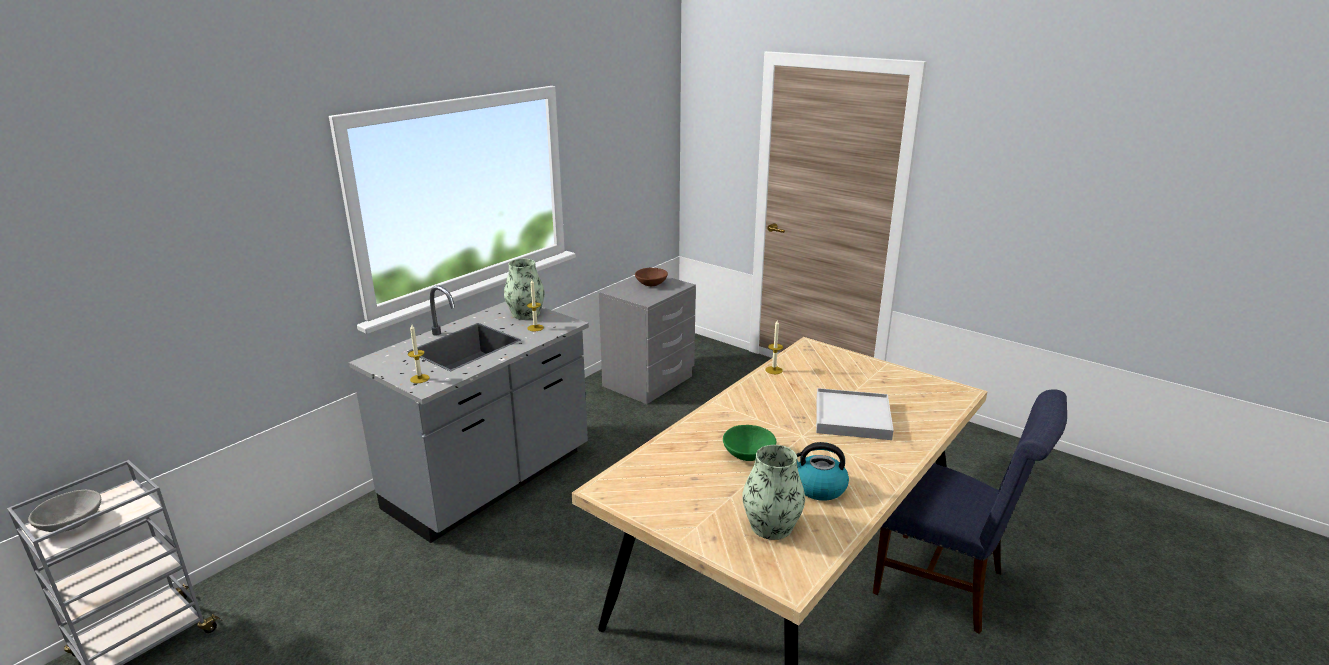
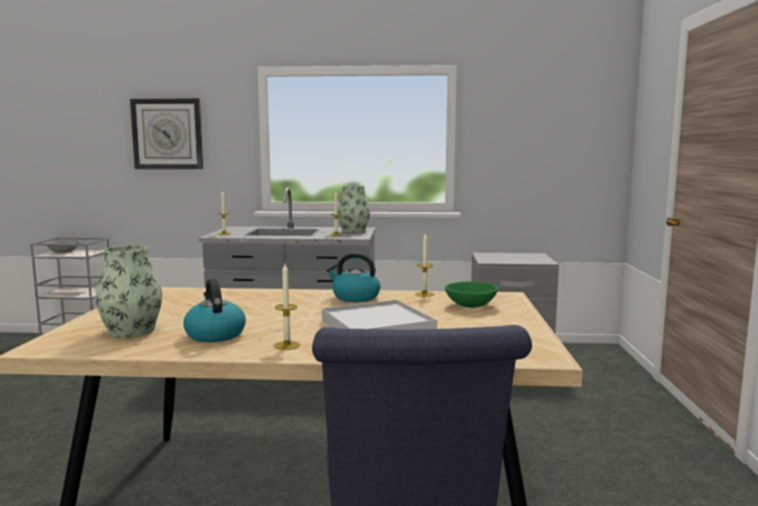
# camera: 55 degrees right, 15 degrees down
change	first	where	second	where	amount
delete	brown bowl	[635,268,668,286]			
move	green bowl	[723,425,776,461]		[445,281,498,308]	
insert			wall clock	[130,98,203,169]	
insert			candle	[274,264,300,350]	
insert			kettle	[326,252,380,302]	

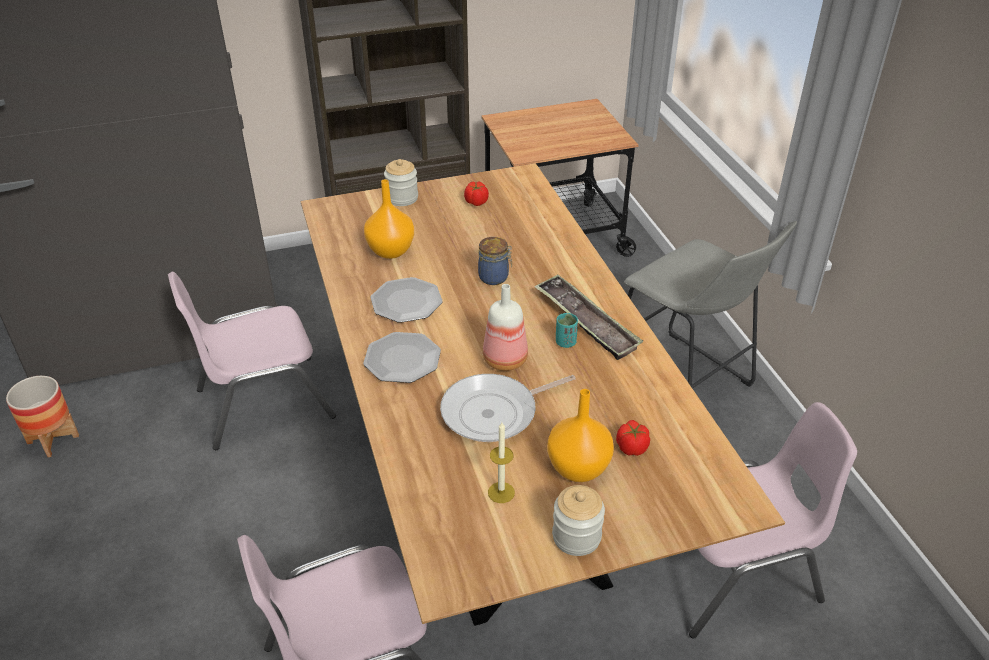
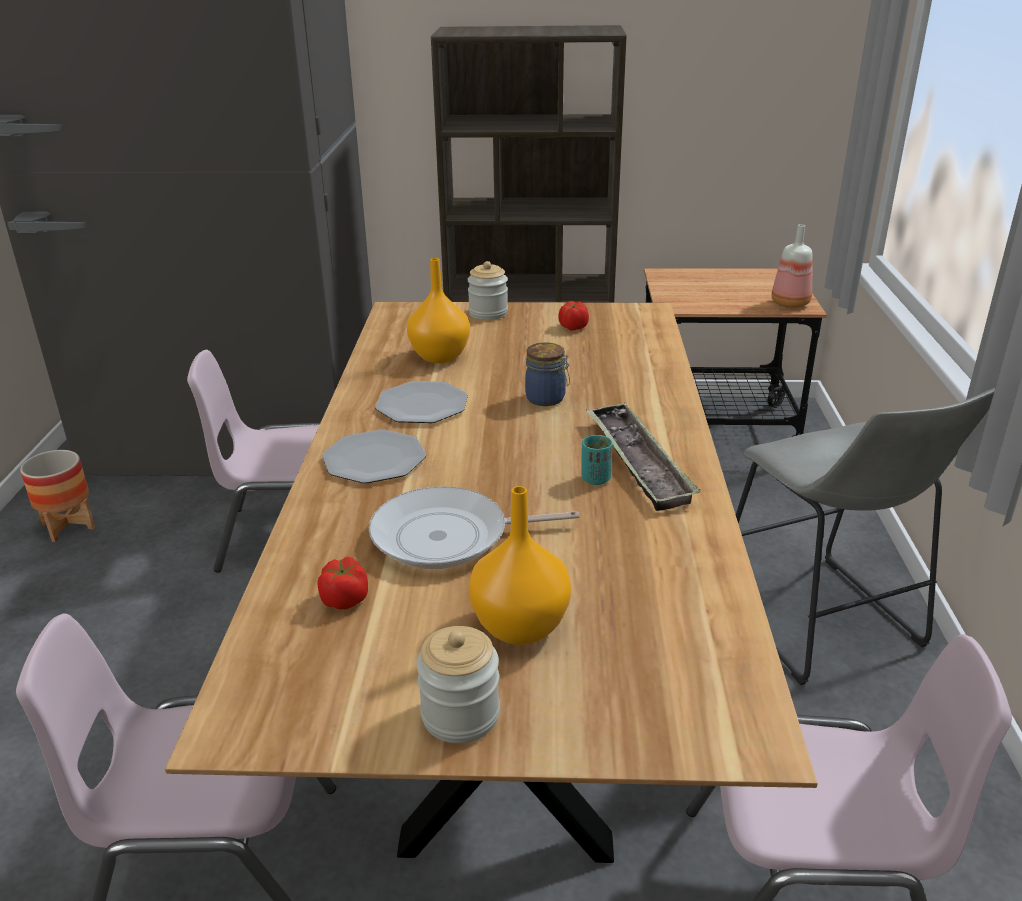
# camera: 20 degrees right, 10 degrees down
change	first	where	second	where	amount
move	bottle	[483,284,528,371]		[771,224,812,308]	
delete	candle	[488,422,515,503]			
move	tomato	[616,420,650,456]		[317,557,368,609]	

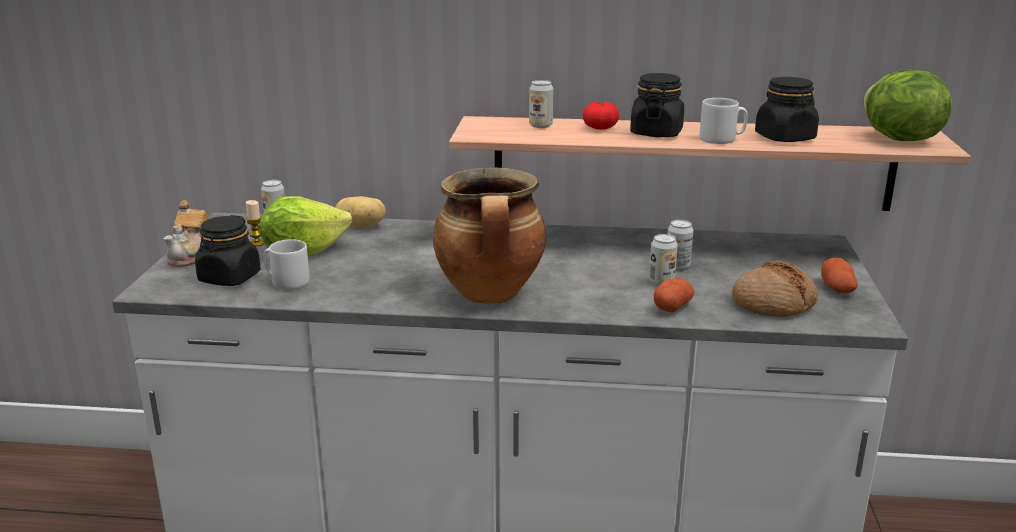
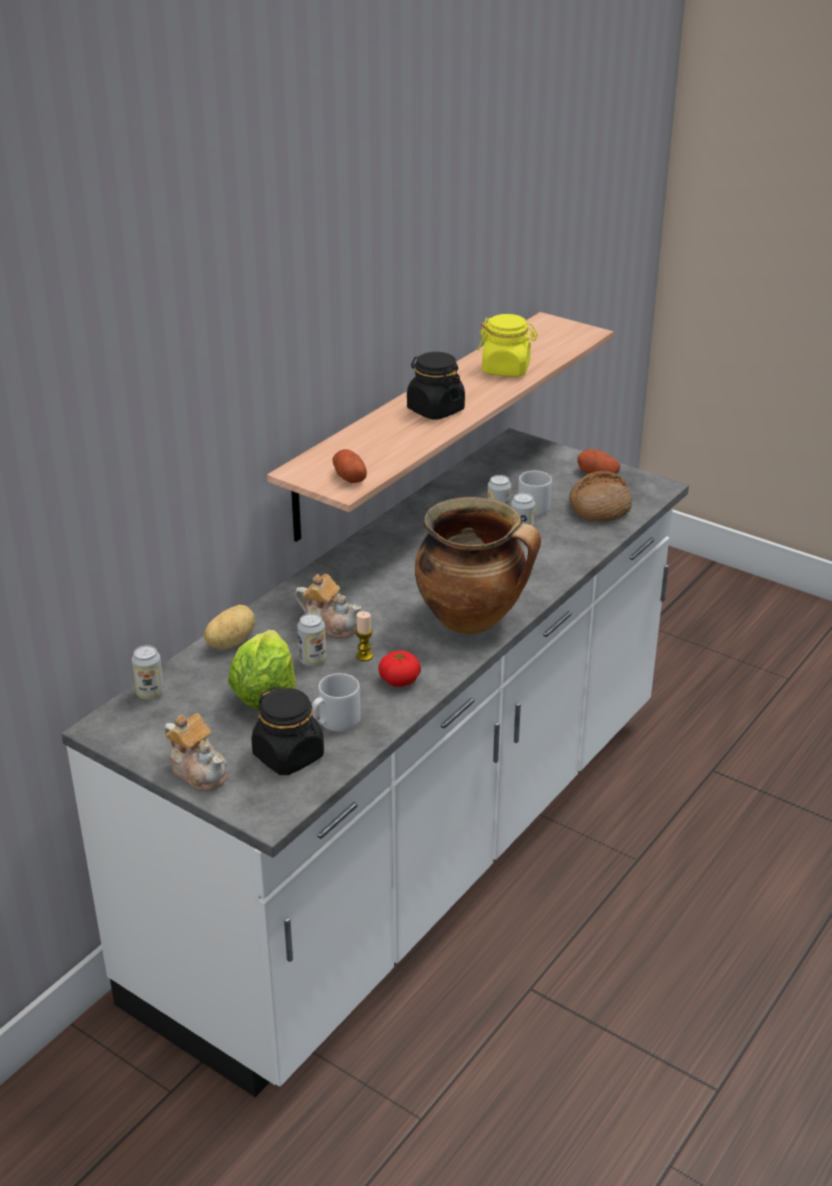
# camera: 60 degrees left, 10 degrees up
change	first	where	second	where	amount
move	candle	[246,200,264,247]		[355,611,373,661]	
move	can	[529,80,553,128]		[297,613,326,666]	
move	tomato	[583,101,619,130]		[378,650,421,687]	
move	potato	[654,278,694,312]		[333,449,367,483]	
move	grey mug	[699,98,748,144]		[518,471,552,517]	
recolor	black jar	[755,77,819,142]	yellow jar	[478,314,538,377]	
delete	lettuce	[864,70,952,141]			
insert			teapot	[295,574,361,638]	

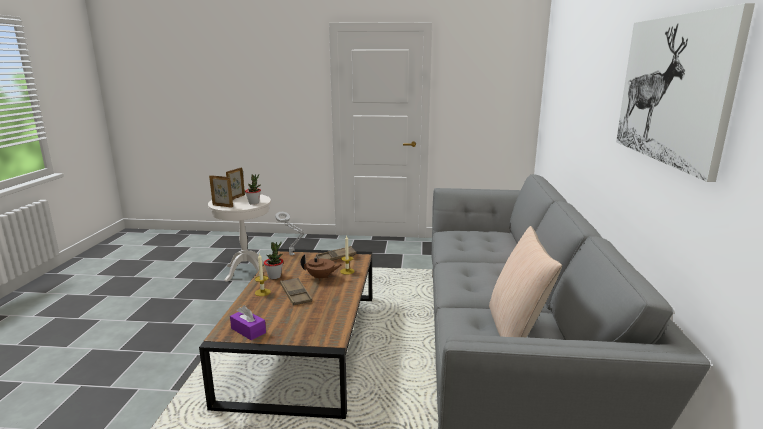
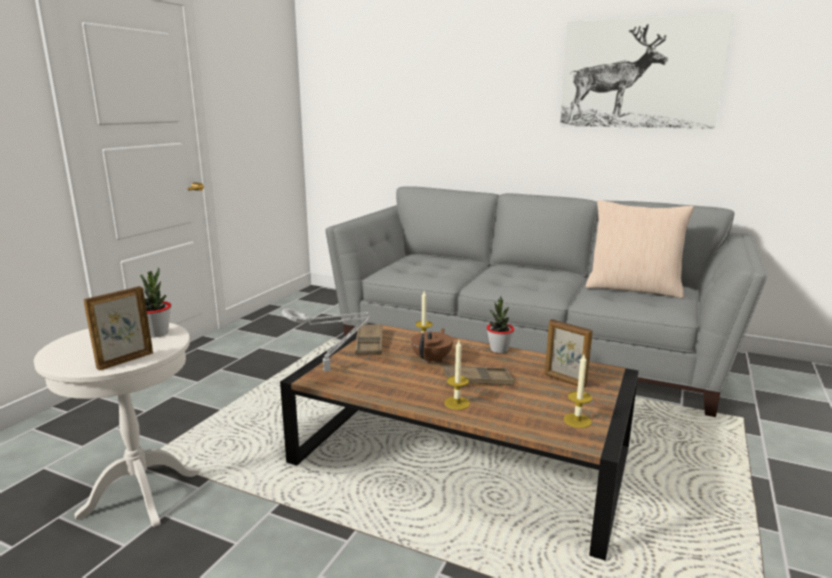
# camera: 70 degrees left, 0 degrees up
change	first	where	second	where	amount
move	picture frame	[226,168,245,200]		[545,319,593,388]	
replace	purple tissue box	[230,305,266,340]	candle	[563,355,592,428]	
move	potted plant	[264,242,283,279]		[487,296,514,353]	

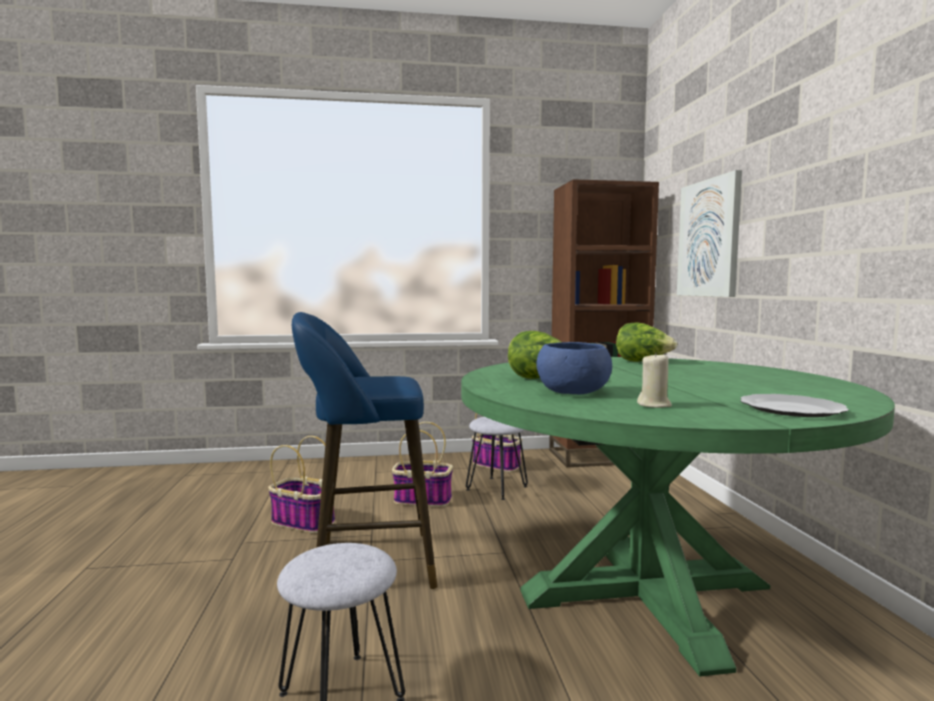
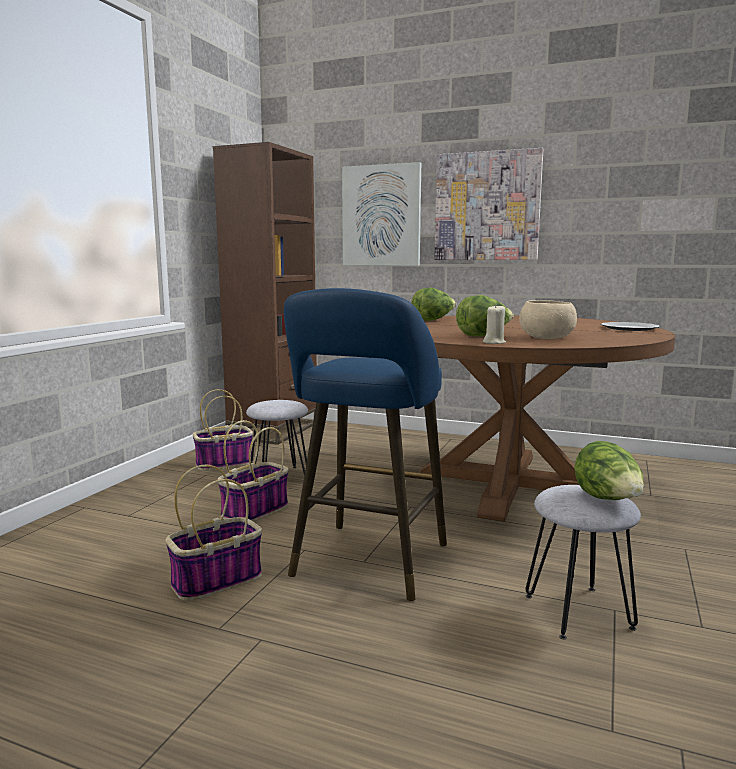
# camera: 60 degrees left, 5 degrees up
change	first	where	second	where	amount
recolor	green dining table	[461,357,895,677]	brown dining table	[419,315,676,522]	
recolor	blue bowl	[536,342,612,394]	beige bowl	[519,300,577,339]	
move	beige candle	[637,352,672,408]		[483,304,506,344]	
insert			picture	[434,148,543,260]	
insert			lettuce	[574,441,644,500]	

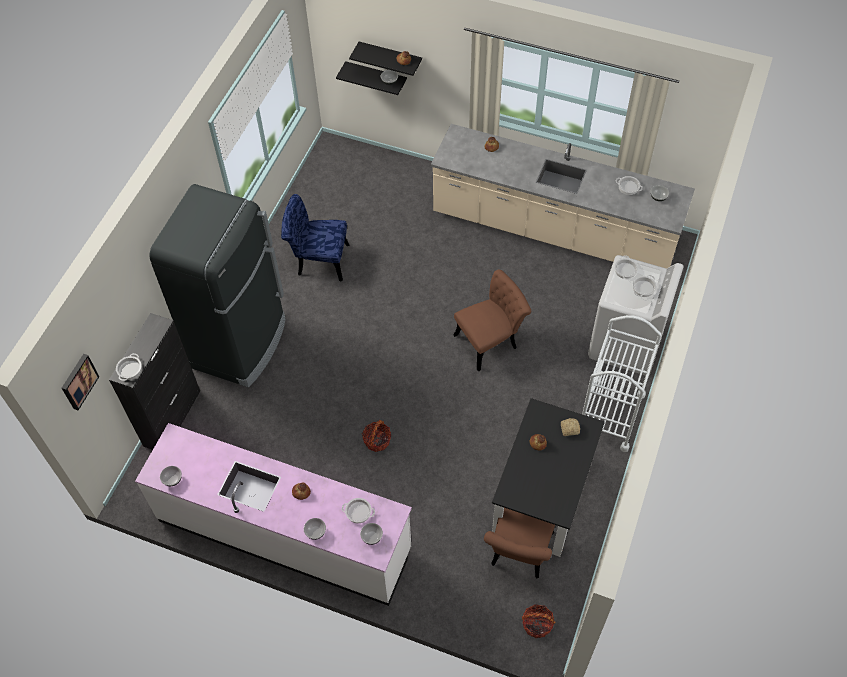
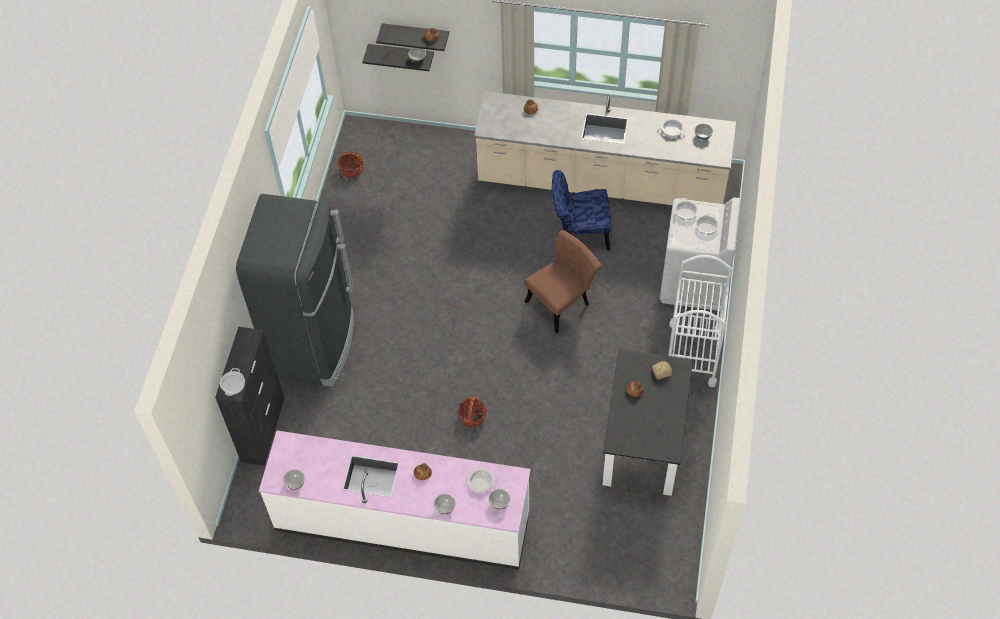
# camera: 10 degrees left, 0 degrees up
change	first	where	second	where	amount
delete	picture	[62,354,99,410]			
move	blue chair	[281,194,350,282]		[552,170,611,251]	
delete	brown chair	[484,508,555,579]			
move	basket	[522,604,556,638]		[337,152,364,178]	

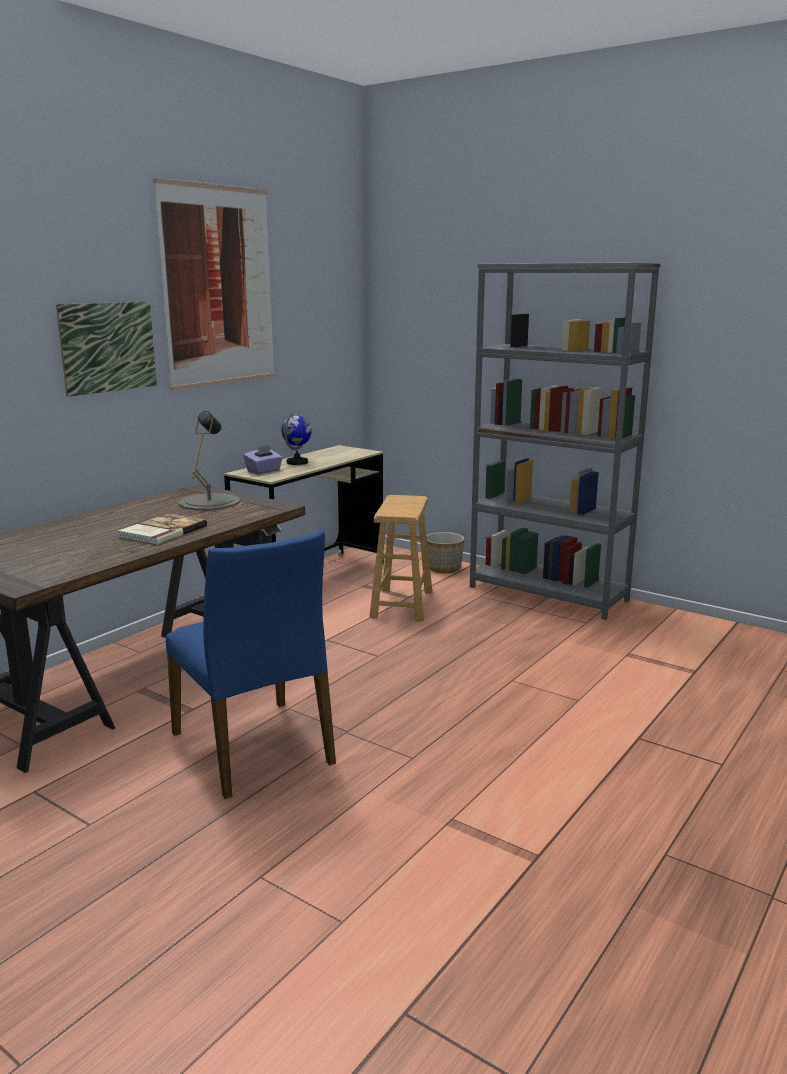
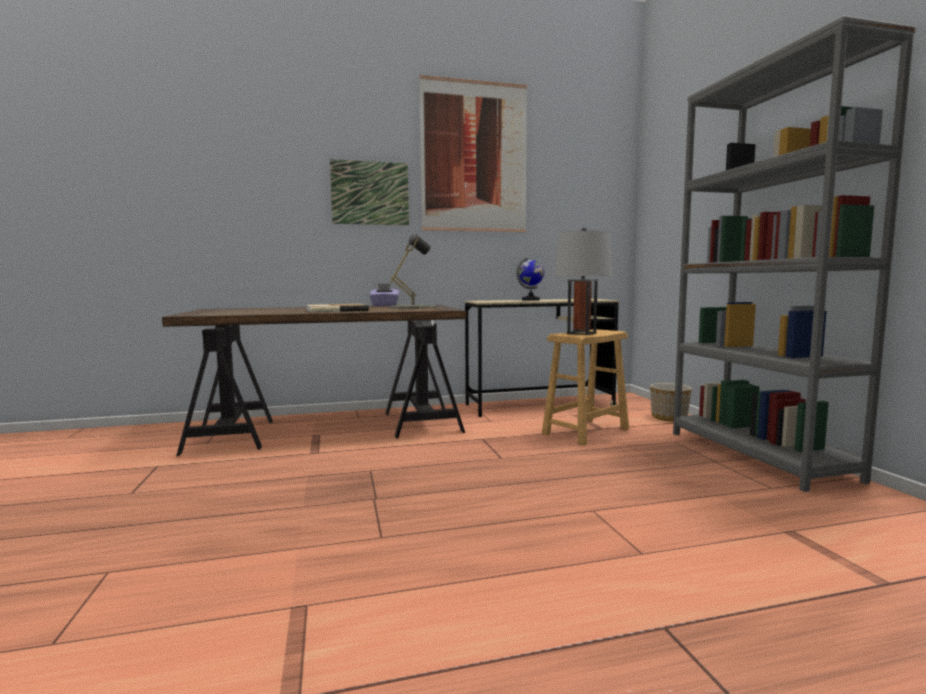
# camera: 40 degrees right, 10 degrees down
change	first	where	second	where	amount
delete	blue chair	[166,530,336,799]			
move	purple tissue box	[244,445,283,474]		[369,284,399,306]	
insert			grey table lamp	[554,227,613,335]	

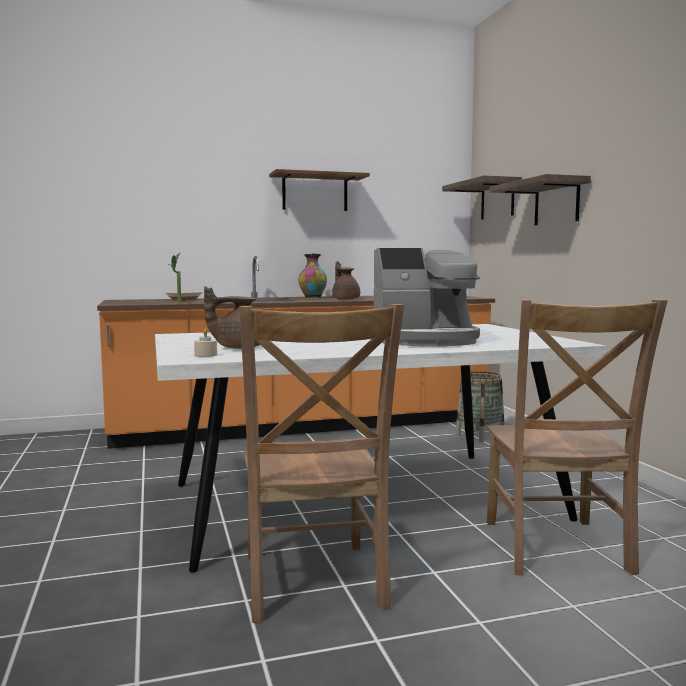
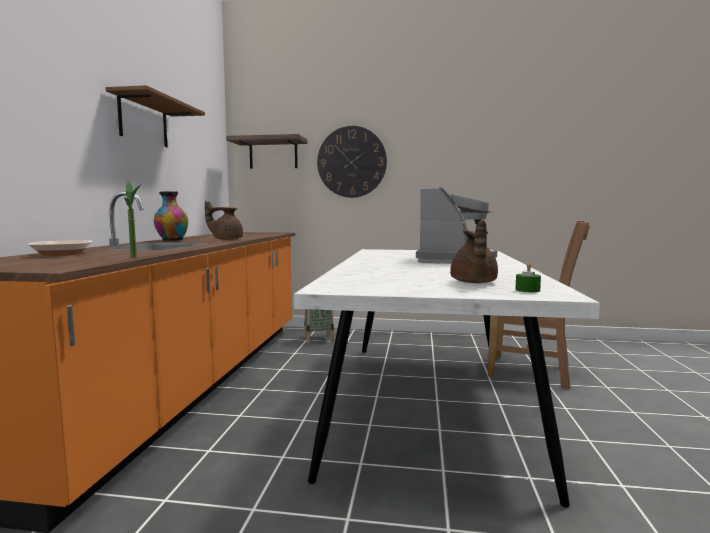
# camera: 65 degrees left, 0 degrees up
change	first	where	second	where	amount
recolor	beige candle	[194,329,217,357]	green candle	[515,263,541,292]	
delete	brown chair	[239,304,404,623]			
replace	shelf	[490,174,591,225]	wall clock	[317,126,387,198]	

